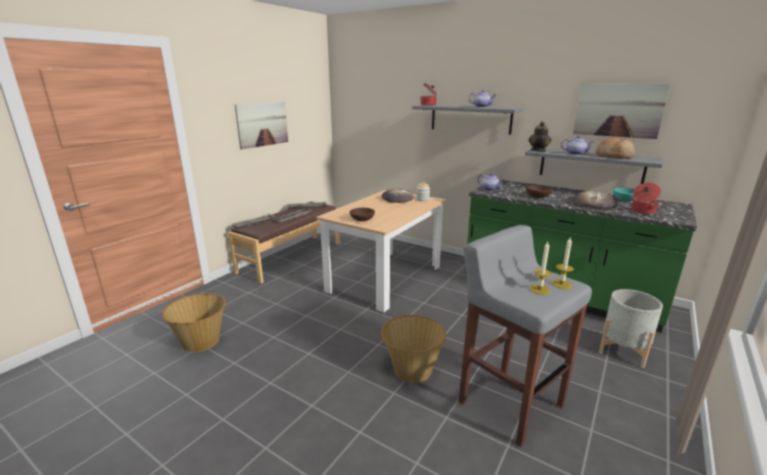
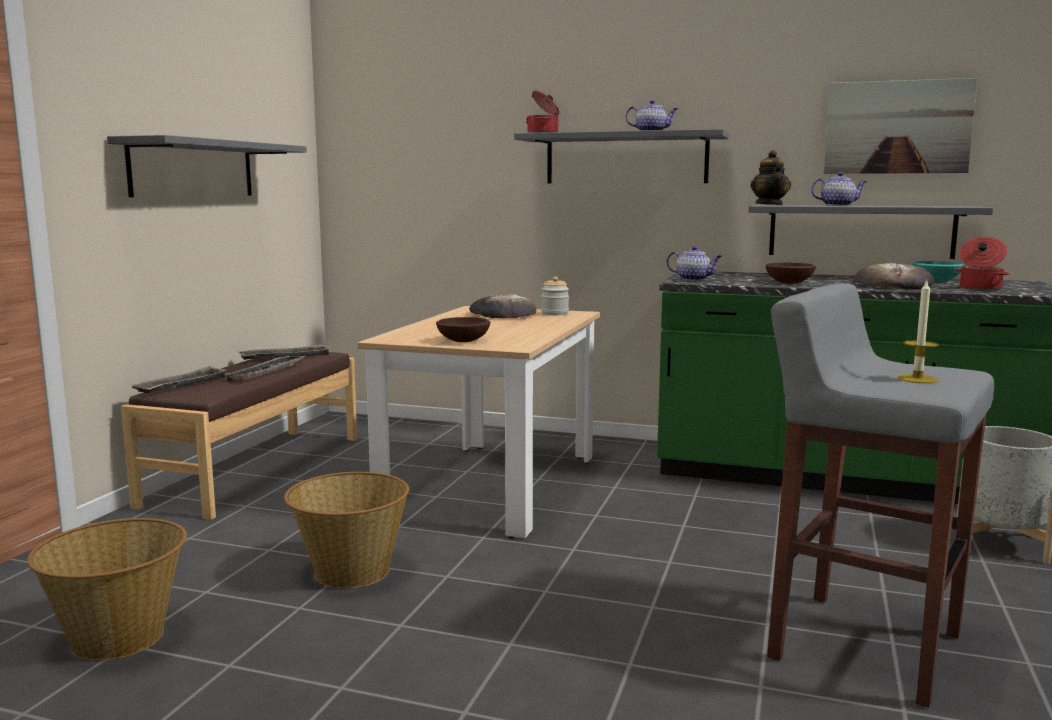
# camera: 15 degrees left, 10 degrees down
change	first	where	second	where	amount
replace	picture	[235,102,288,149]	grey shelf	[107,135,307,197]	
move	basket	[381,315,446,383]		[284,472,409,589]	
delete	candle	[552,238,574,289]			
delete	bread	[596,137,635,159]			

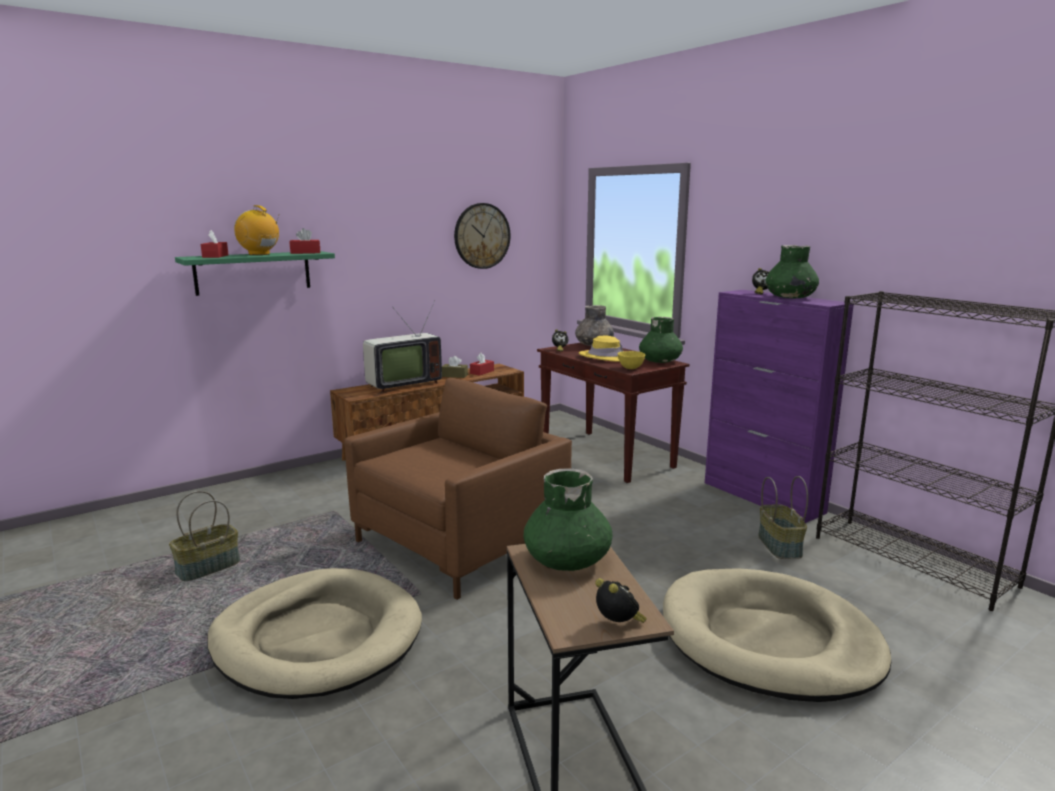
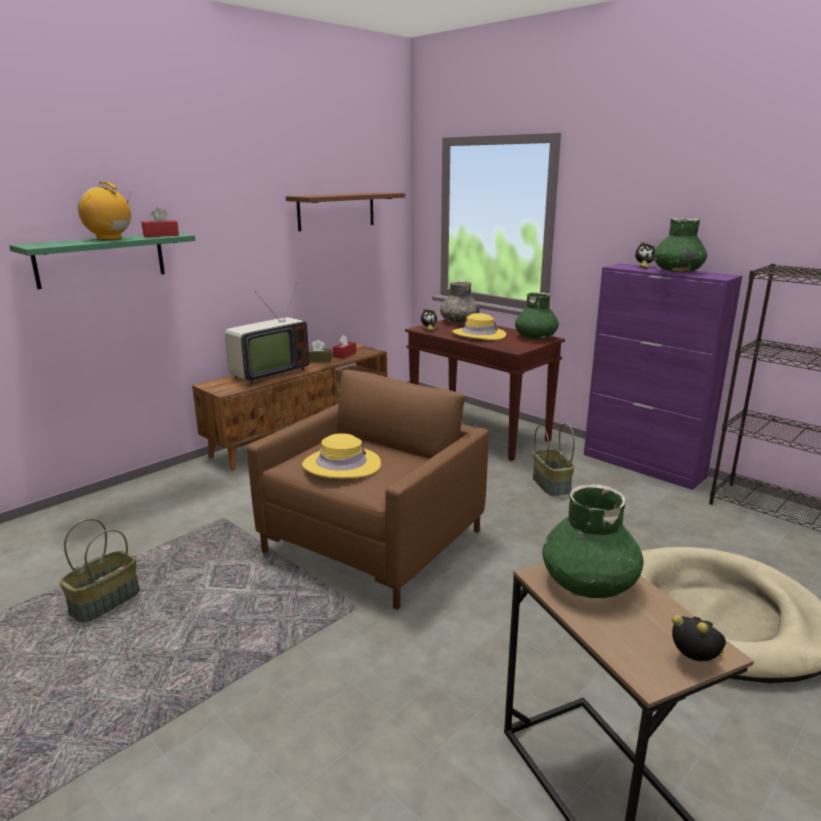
# camera: 10 degrees left, 5 degrees up
change	first	where	second	where	amount
delete	red tissue box	[201,230,228,258]			
delete	beige dog bed	[207,568,422,699]			
replace	wall clock	[454,203,511,269]	brown shelf	[286,192,405,231]	
delete	yellow bowl	[618,351,645,369]			
move	basket	[758,476,808,559]		[533,423,575,496]	
insert			yellow hat	[302,433,381,478]	

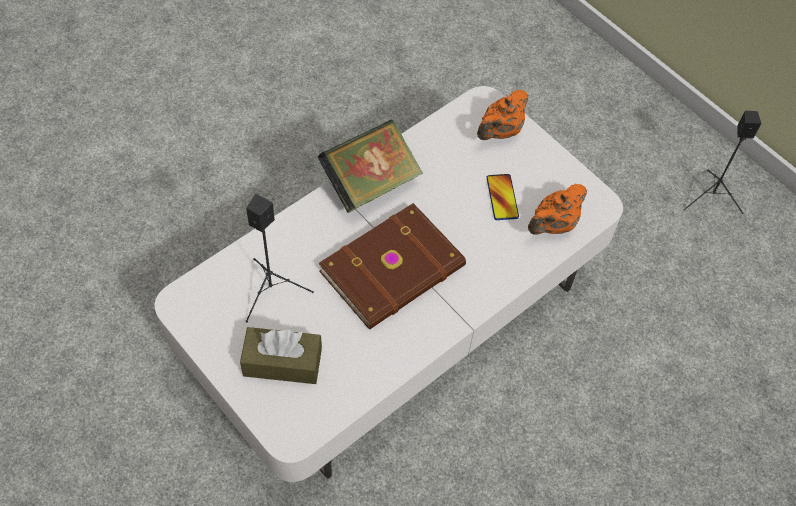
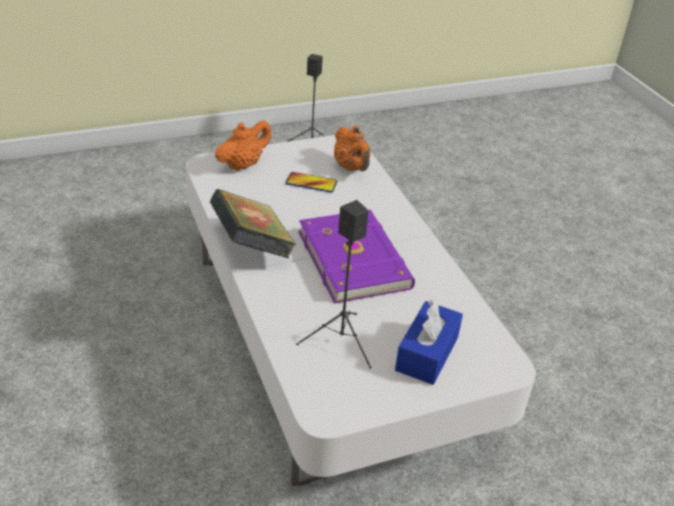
# camera: 70 degrees left, 20 degrees down
change	first	where	second	where	amount
recolor	brown tissue box	[240,327,322,384]	blue tissue box	[395,300,463,385]	
recolor	brown book	[319,203,466,329]	purple book	[298,210,415,304]	
rotate	orange teapot	[477,90,528,140]		[215,120,271,171]	105 degrees counterclockwise

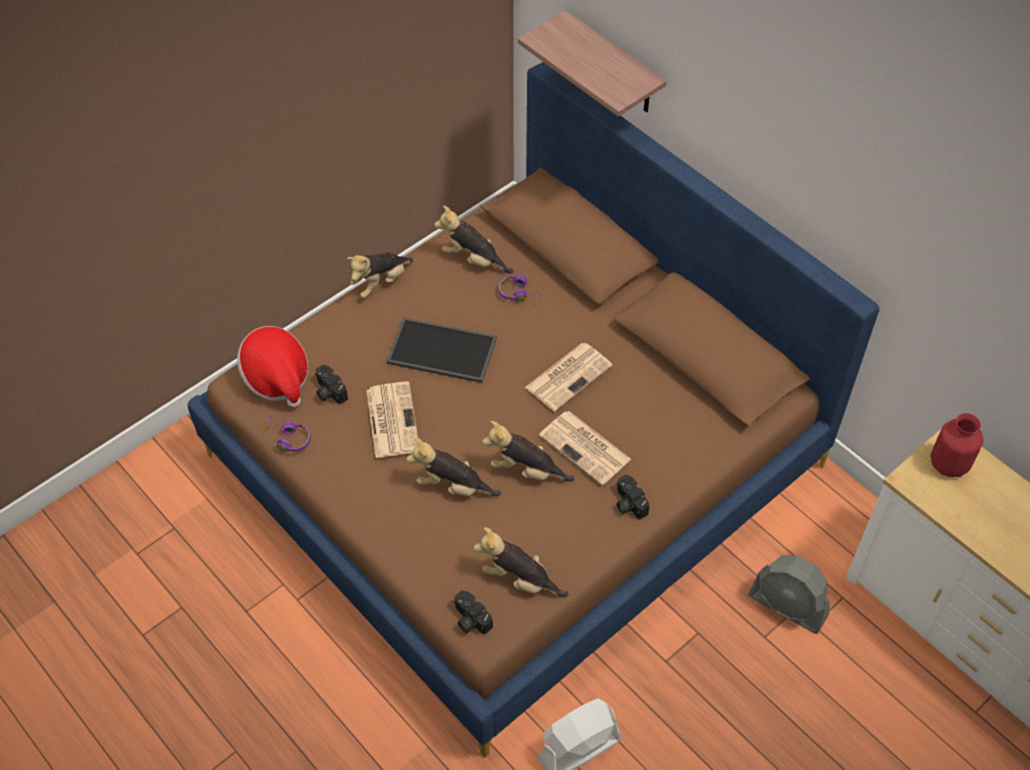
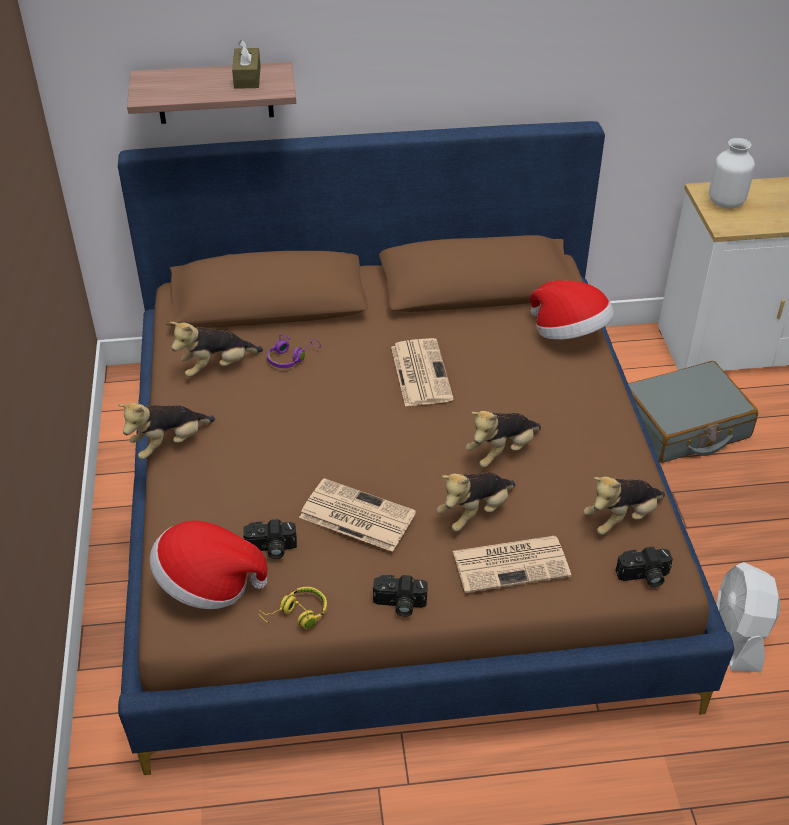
# camera: 55 degrees left, 10 degrees down
change	first	where	second	where	amount
recolor	purple headphones	[267,416,311,452]	yellow headphones	[258,587,327,629]	
rotate	plush toy	[347,253,413,298]		[118,403,215,459]	60 degrees clockwise
delete	tray	[387,317,497,383]			
move	newspaper	[539,411,631,485]		[453,536,571,593]	
move	photo camera	[616,475,649,519]		[373,575,428,617]	
replace	grey fan	[748,555,829,634]	grey suitcase	[628,361,758,463]	
recolor	red vase	[930,413,984,477]	white vase	[709,138,755,208]	
insert			brown tissue box	[232,40,261,89]	
insert			hat	[530,280,614,340]	

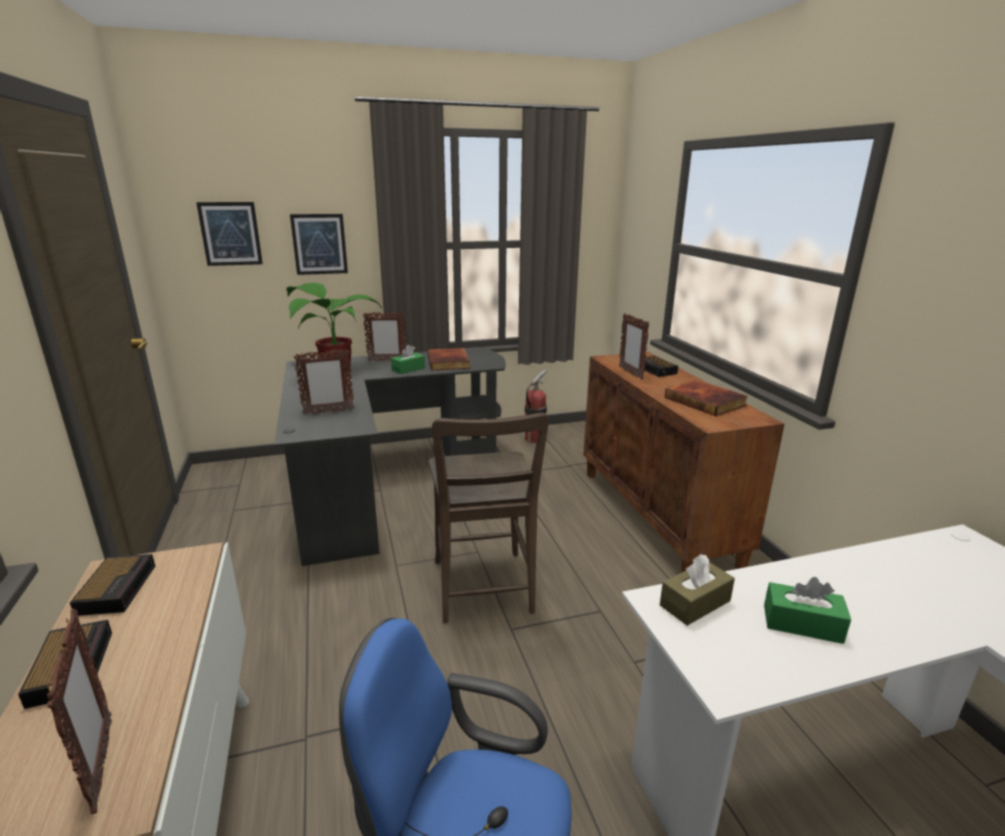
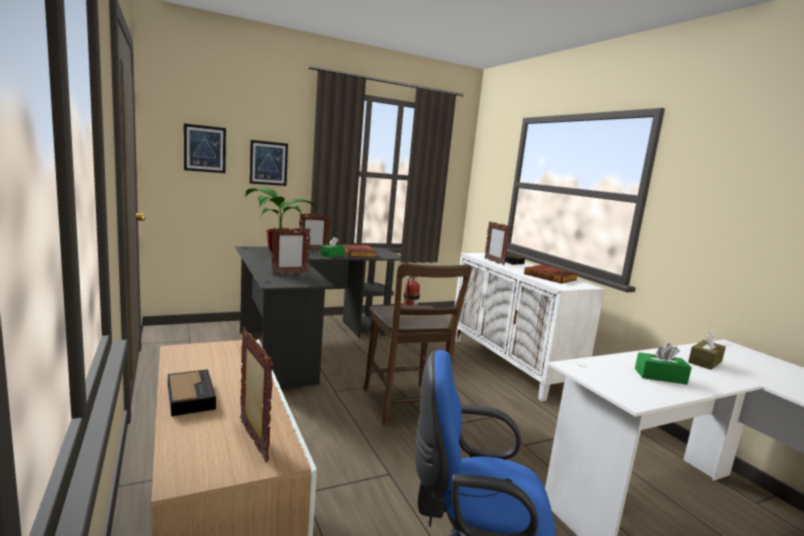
# camera: 10 degrees left, 10 degrees down
change	first	where	second	where	amount
delete	alarm clock	[70,554,155,616]			
recolor	brown cabinet	[583,352,784,573]	white cabinet	[455,253,605,402]	
move	brown tissue box	[660,554,735,626]		[688,331,726,370]	

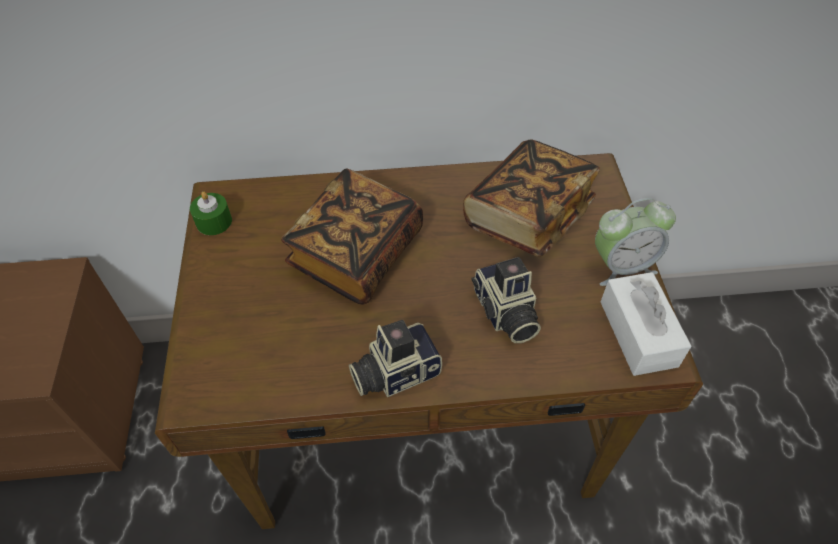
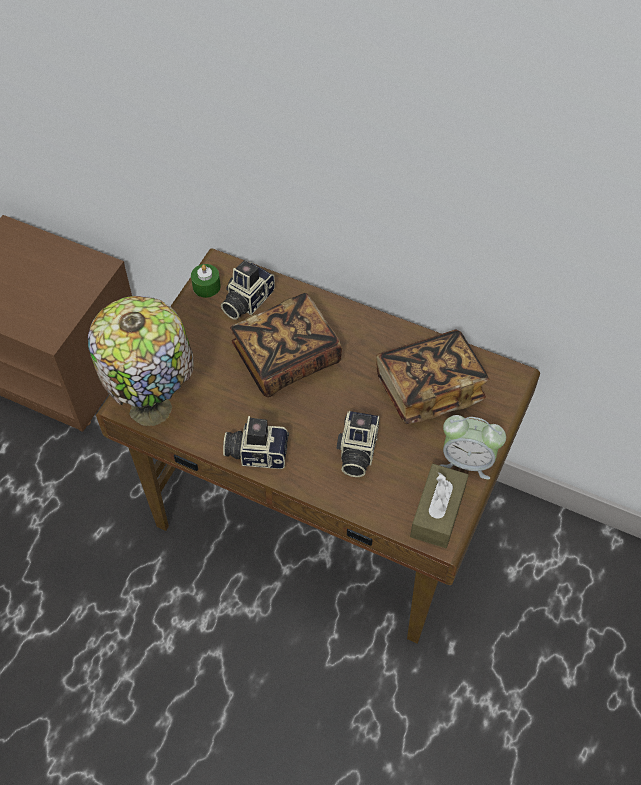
# camera: 30 degrees right, 5 degrees up
change	first	where	second	where	amount
recolor	white tissue box	[601,272,691,376]	brown tissue box	[410,464,469,548]	
insert			table lamp	[87,296,194,426]	
insert			photo camera	[221,260,275,320]	

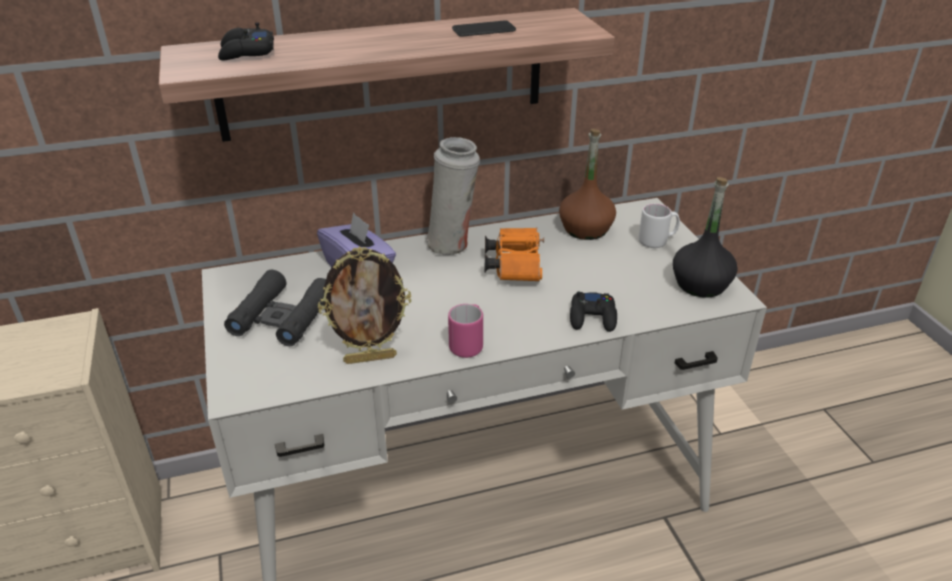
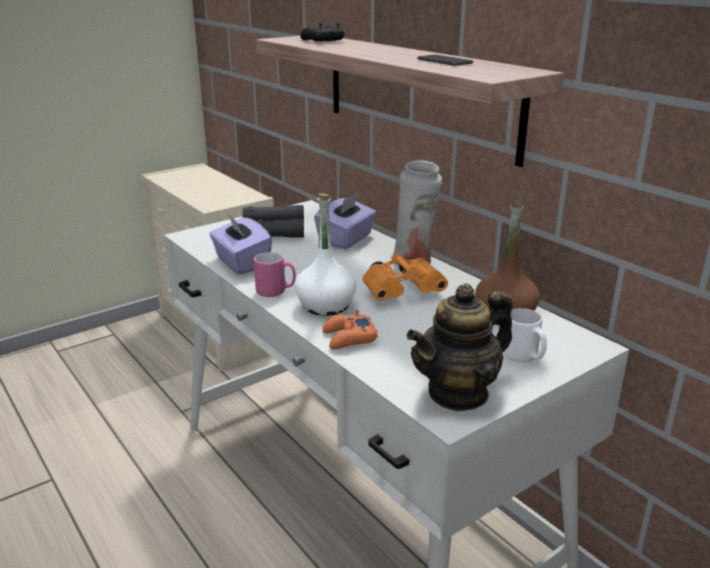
# camera: 70 degrees right, 10 degrees down
change	first	where	second	where	amount
replace	picture frame	[318,246,411,364]	purple tissue box	[209,214,272,275]	
recolor	black game controller	[570,292,617,332]	orange game controller	[322,310,378,350]	
replace	black bottle	[673,177,738,298]	teapot	[406,283,513,412]	
insert			white bottle	[295,193,357,316]	

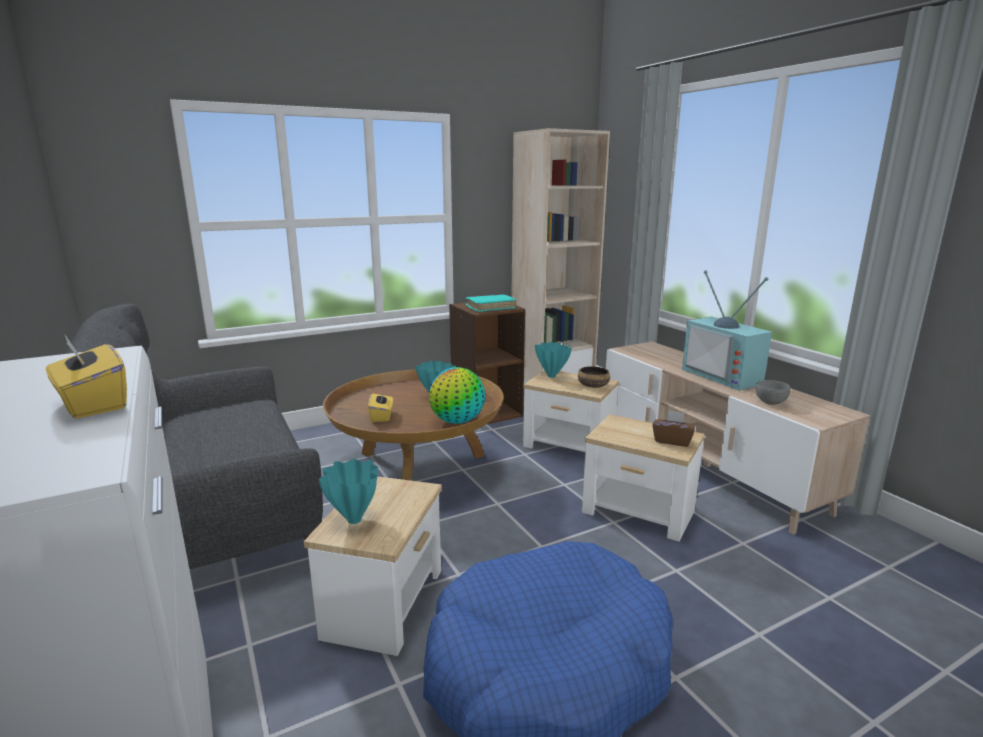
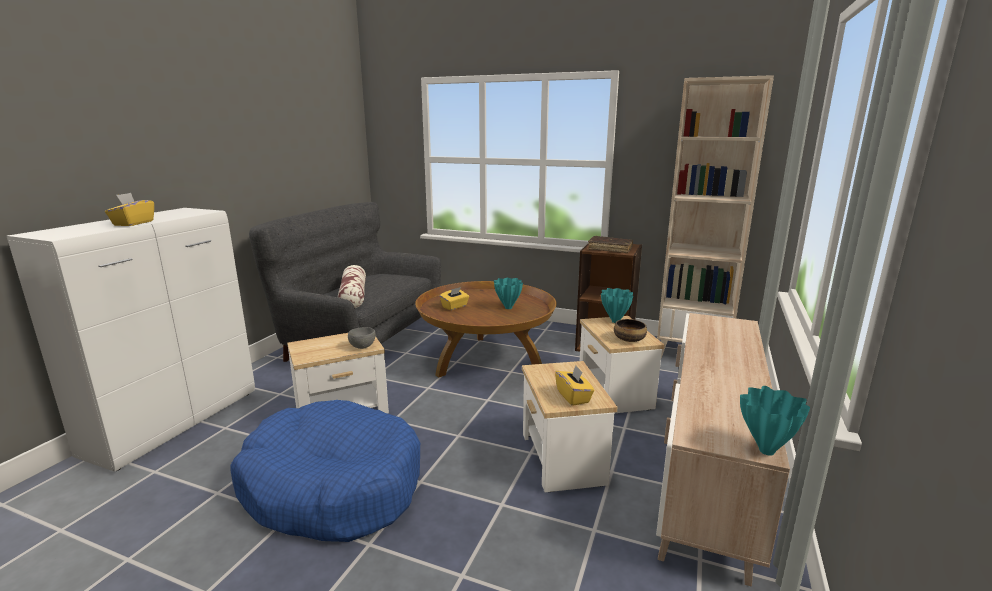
# camera: 50 degrees right, 0 degrees up
change	first	where	second	where	amount
move	turquoise vase	[319,459,378,524]		[740,386,810,456]	
delete	globe	[429,367,485,424]			
recolor	turquoise book	[465,294,516,312]	brown book	[588,236,633,253]	
recolor	brown tissue box	[652,410,695,447]	yellow tissue box	[555,366,595,406]	
delete	television	[682,270,772,391]			
move	grey bowl	[756,380,791,405]		[348,327,375,349]	
insert			pillow	[338,265,366,308]	

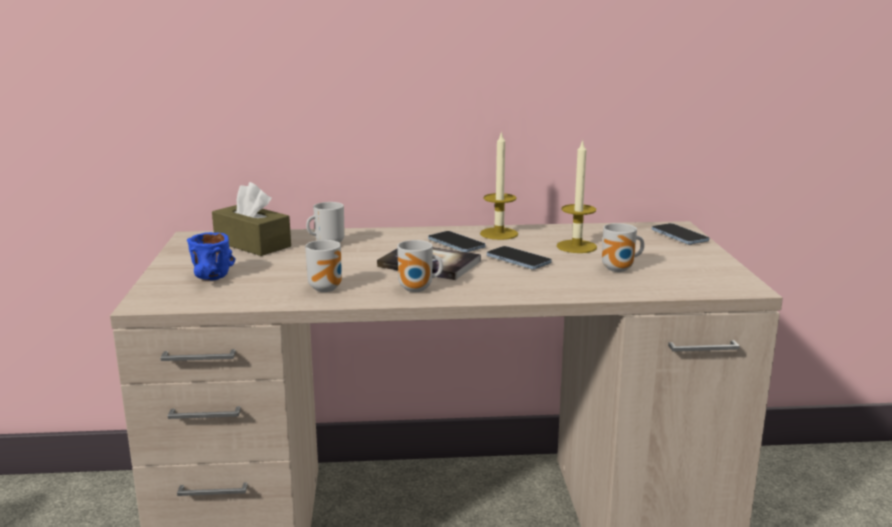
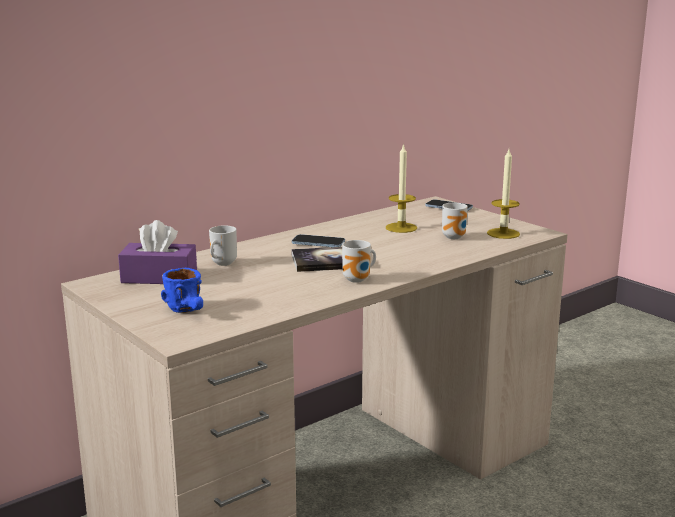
# camera: 35 degrees left, 0 degrees up
change	first	where	second	where	amount
recolor	brown tissue box	[212,182,291,256]	purple tissue box	[118,220,197,284]	
delete	mug	[305,240,342,292]			
move	candle	[480,131,518,240]		[487,149,520,239]	
delete	phone	[487,246,552,270]			

